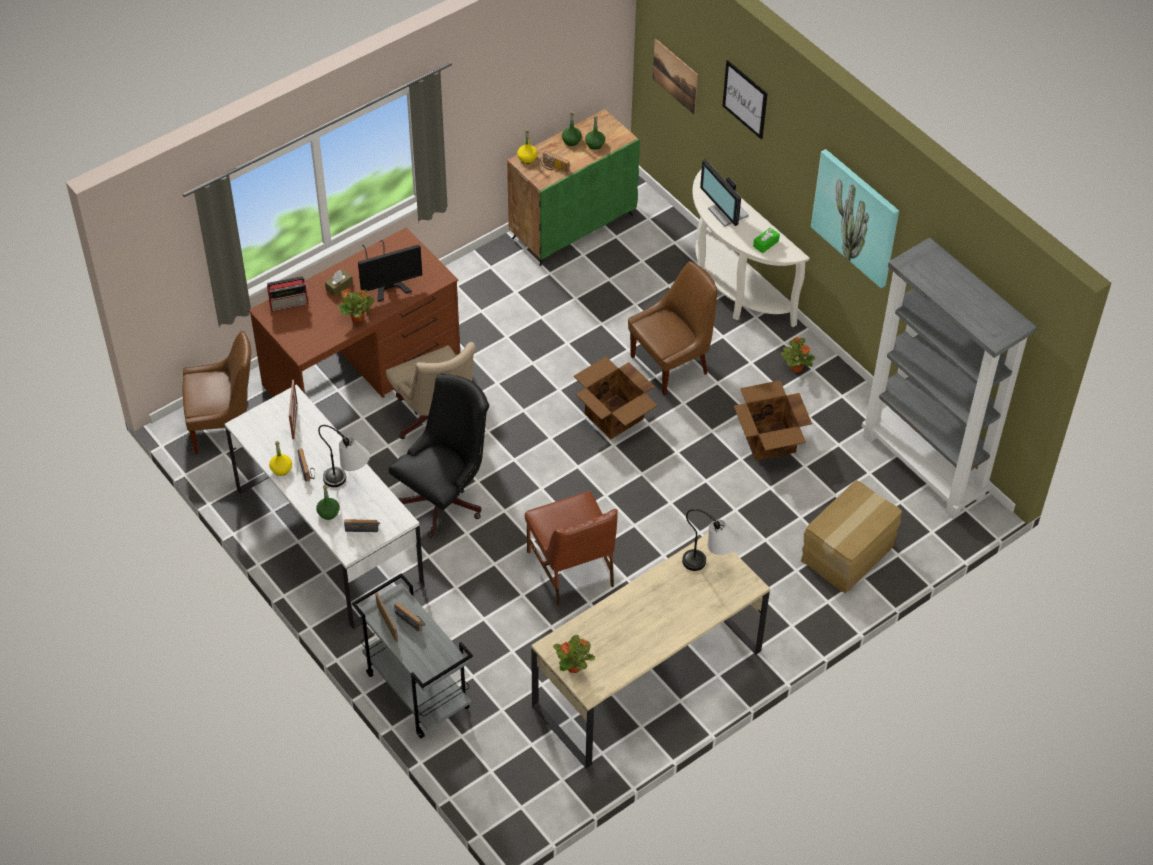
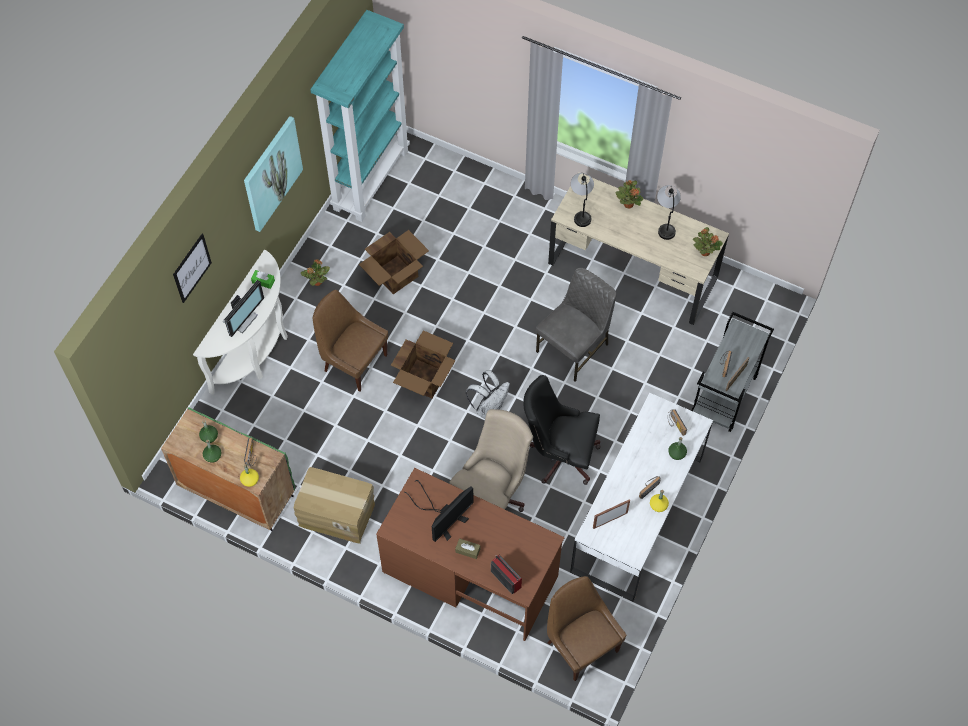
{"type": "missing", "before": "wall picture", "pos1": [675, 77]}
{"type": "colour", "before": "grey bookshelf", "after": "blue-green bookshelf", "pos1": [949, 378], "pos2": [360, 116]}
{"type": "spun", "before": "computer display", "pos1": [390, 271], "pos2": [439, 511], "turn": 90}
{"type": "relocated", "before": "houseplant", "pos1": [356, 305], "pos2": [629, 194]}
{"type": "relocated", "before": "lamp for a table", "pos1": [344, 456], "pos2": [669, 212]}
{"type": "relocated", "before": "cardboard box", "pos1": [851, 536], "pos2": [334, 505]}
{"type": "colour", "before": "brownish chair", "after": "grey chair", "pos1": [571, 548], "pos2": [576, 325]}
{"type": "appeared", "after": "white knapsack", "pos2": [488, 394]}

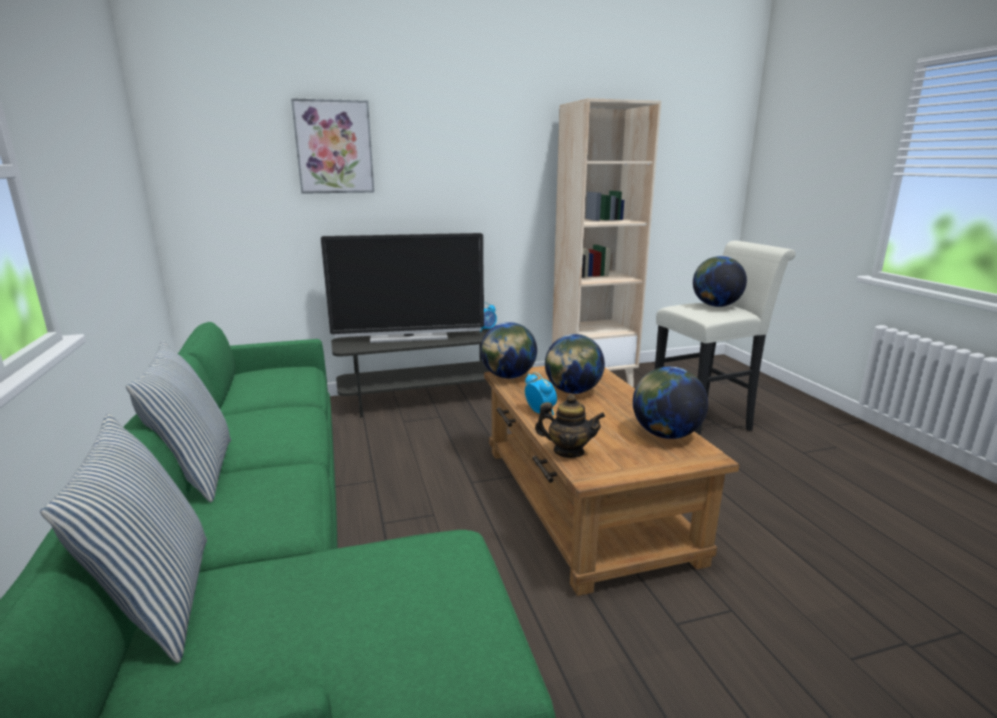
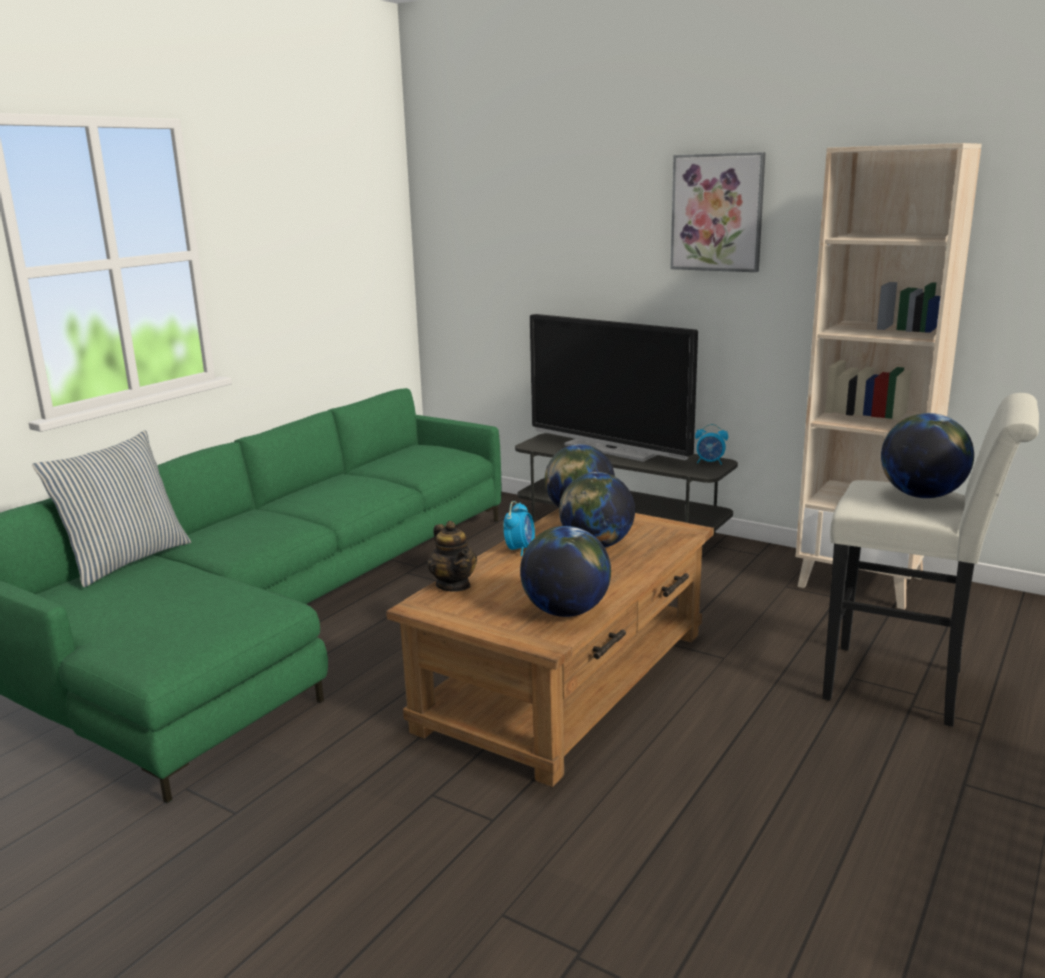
{"type": "relocated", "before": "wall picture", "pos1": [332, 146], "pos2": [718, 212]}
{"type": "missing", "before": "pillow", "pos1": [178, 421]}

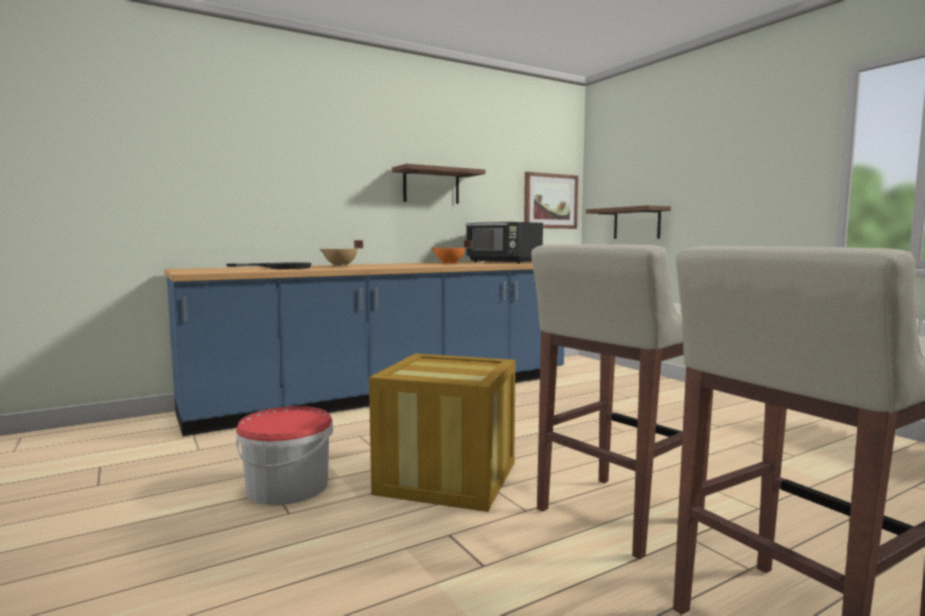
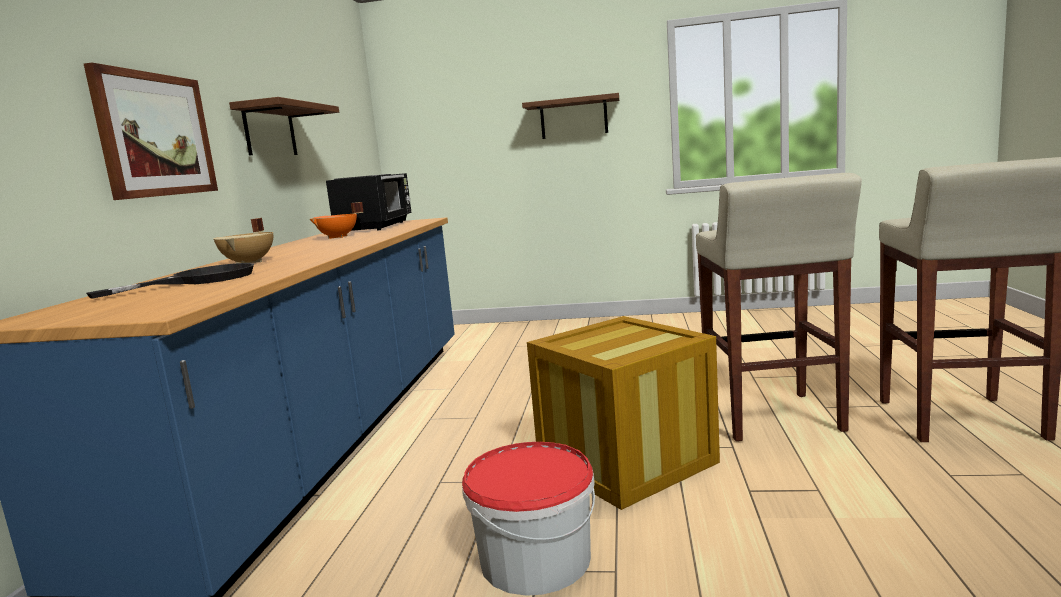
{"type": "relocated", "before": "wall picture", "pos1": [551, 200], "pos2": [151, 131]}
{"type": "relocated", "before": "wall shelf", "pos1": [628, 222], "pos2": [570, 116]}
{"type": "spun", "before": "black kitchen microwave", "pos1": [504, 243], "pos2": [368, 202], "turn": -75}

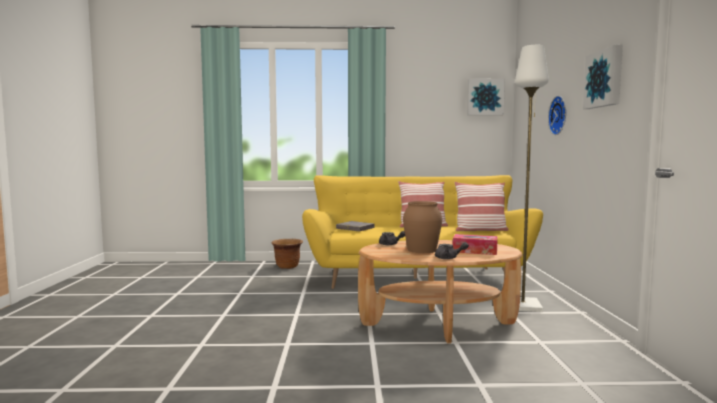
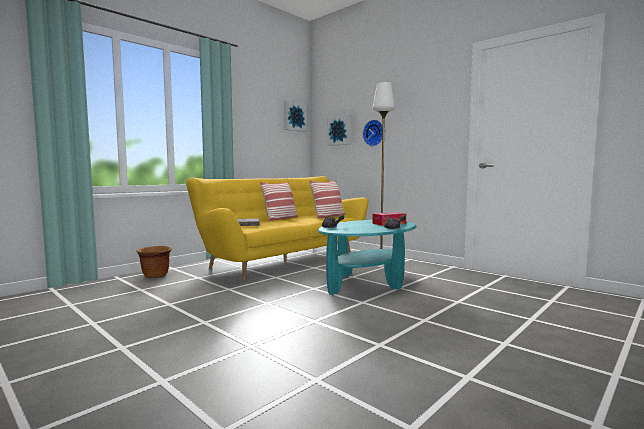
{"type": "relocated", "before": "wall picture", "pos1": [603, 76], "pos2": [339, 130]}
{"type": "missing", "before": "brownish flower vase", "pos1": [422, 227]}
{"type": "colour", "before": "brownish low table", "after": "blue-green low table", "pos1": [440, 292], "pos2": [367, 257]}

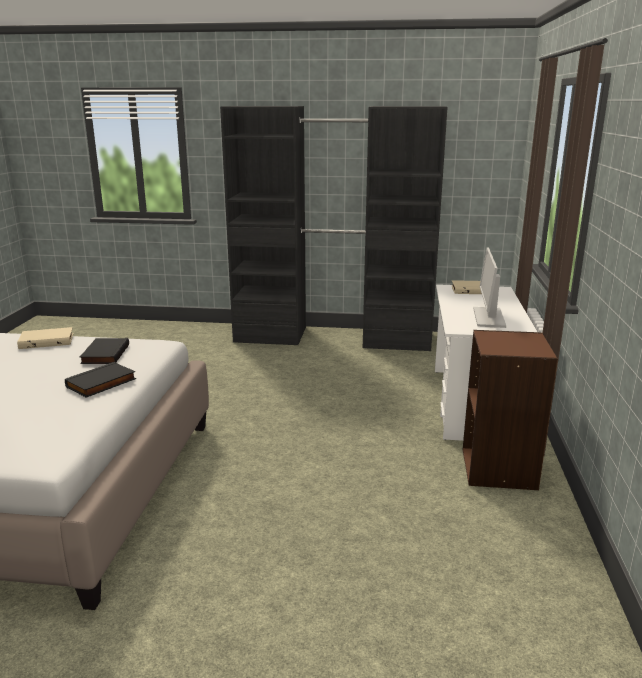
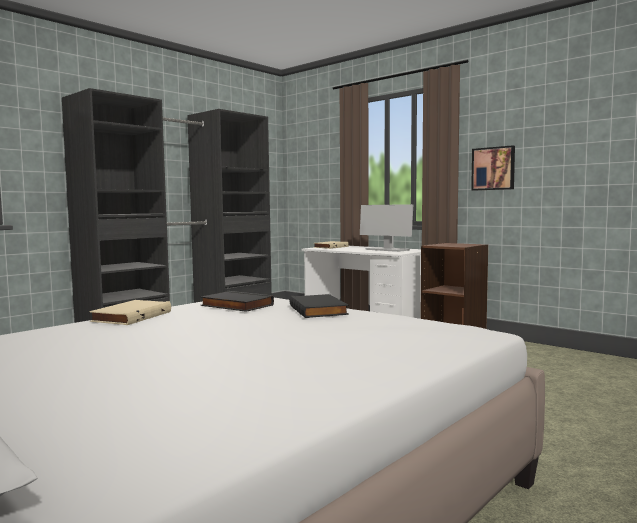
{"type": "appeared", "after": "wall picture", "pos2": [493, 168]}

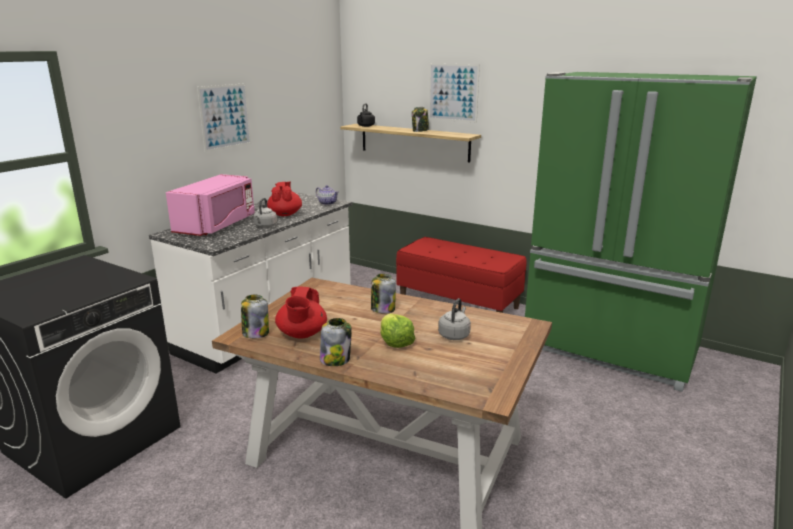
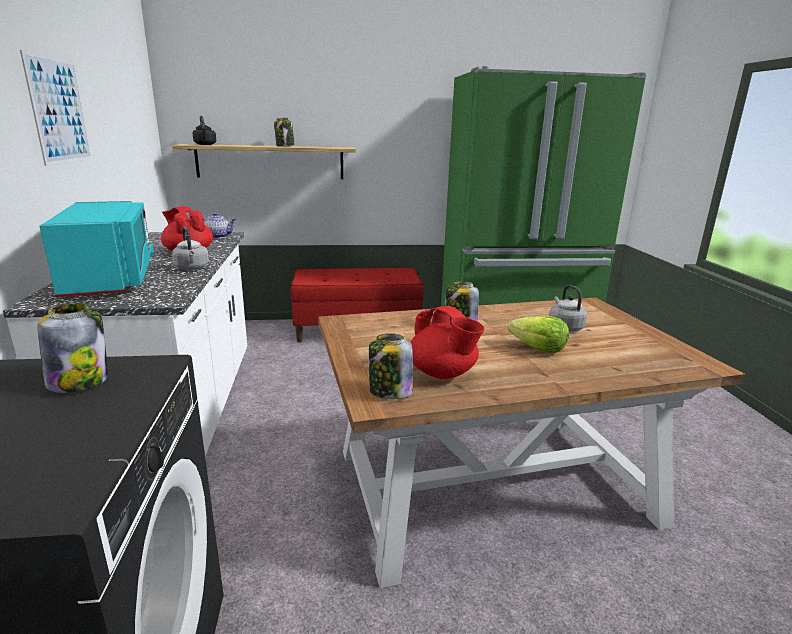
{"type": "missing", "before": "wall picture", "pos1": [454, 93]}
{"type": "colour", "before": "pink-coloured kitchen microwave", "after": "blue-green kitchen microwave", "pos1": [210, 205], "pos2": [97, 249]}
{"type": "relocated", "before": "preserve jar", "pos1": [336, 342], "pos2": [73, 348]}

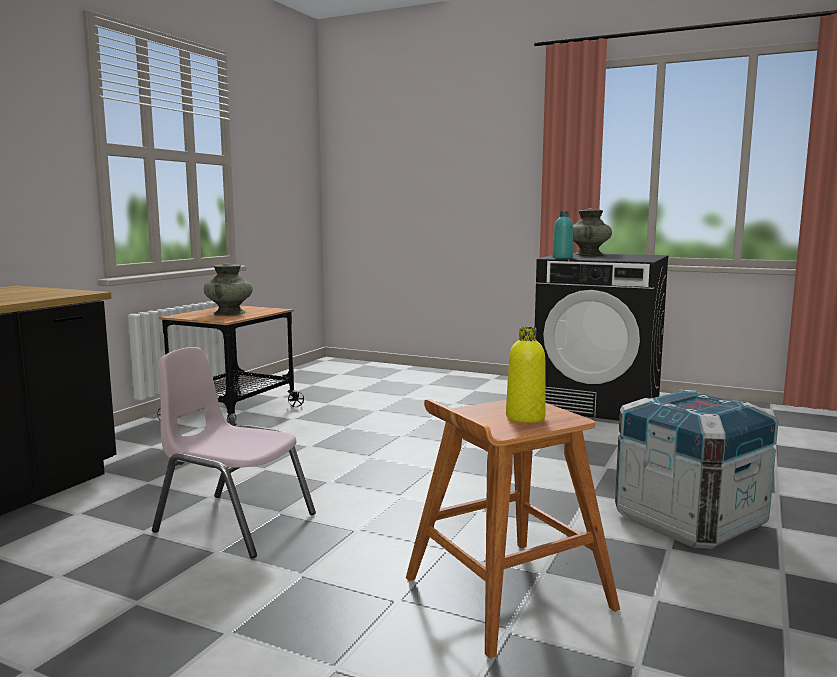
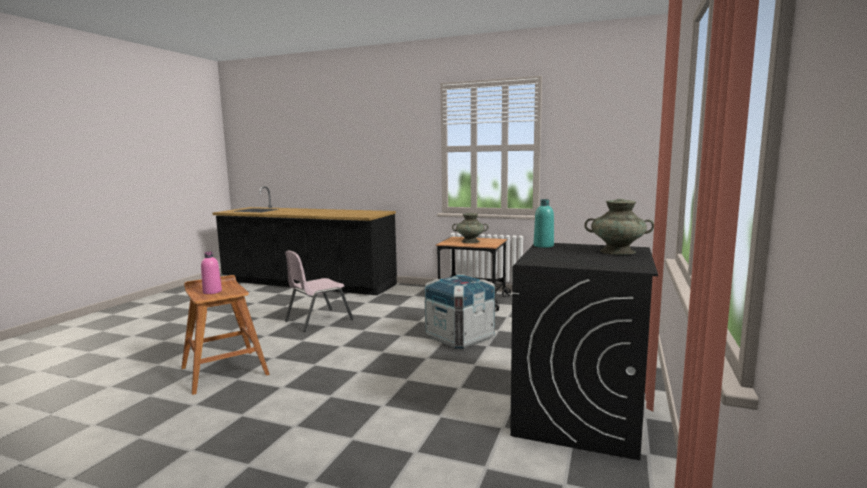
{"type": "colour", "before": "yellow-coloured beverage bottle", "after": "pink-coloured beverage bottle", "pos1": [526, 375], "pos2": [211, 273]}
{"type": "spun", "before": "pink-coloured chair", "pos1": [234, 452], "pos2": [319, 291], "turn": -150}
{"type": "relocated", "before": "shipping crate", "pos1": [696, 469], "pos2": [459, 312]}

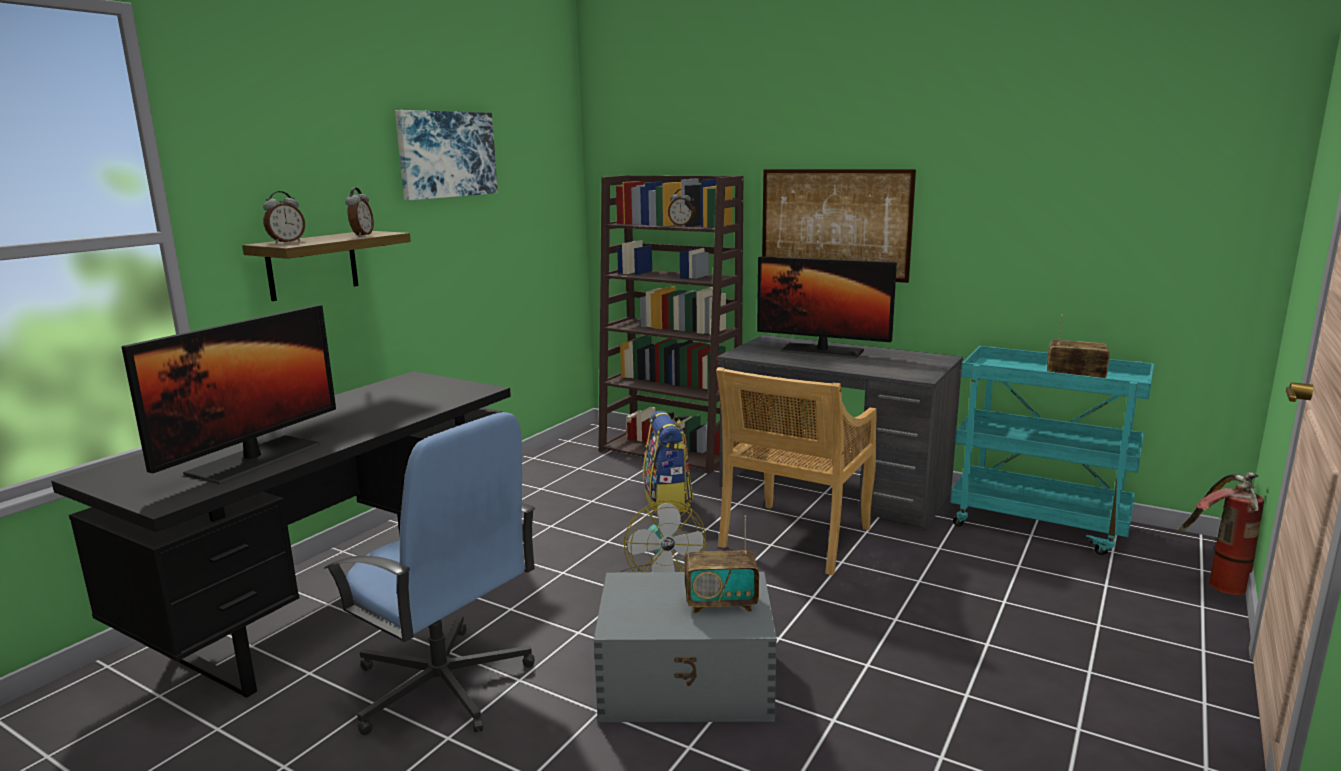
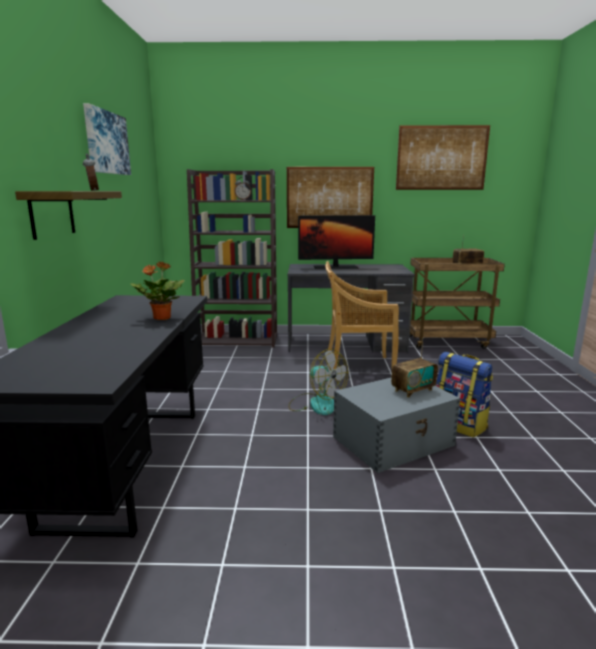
{"type": "missing", "before": "table clock", "pos1": [284, 217]}
{"type": "missing", "before": "computer display", "pos1": [229, 394]}
{"type": "colour", "before": "blue-green cart", "after": "brownish cart", "pos1": [1052, 450], "pos2": [457, 303]}
{"type": "spun", "before": "beige-coloured chair", "pos1": [796, 471], "pos2": [362, 315], "turn": 90}
{"type": "relocated", "before": "knapsack", "pos1": [668, 462], "pos2": [464, 395]}
{"type": "missing", "before": "blue-coloured office chair", "pos1": [430, 573]}
{"type": "missing", "before": "fire-fighting cylinder", "pos1": [1221, 533]}
{"type": "appeared", "after": "wall picture", "pos2": [443, 157]}
{"type": "appeared", "after": "houseplant", "pos2": [157, 291]}

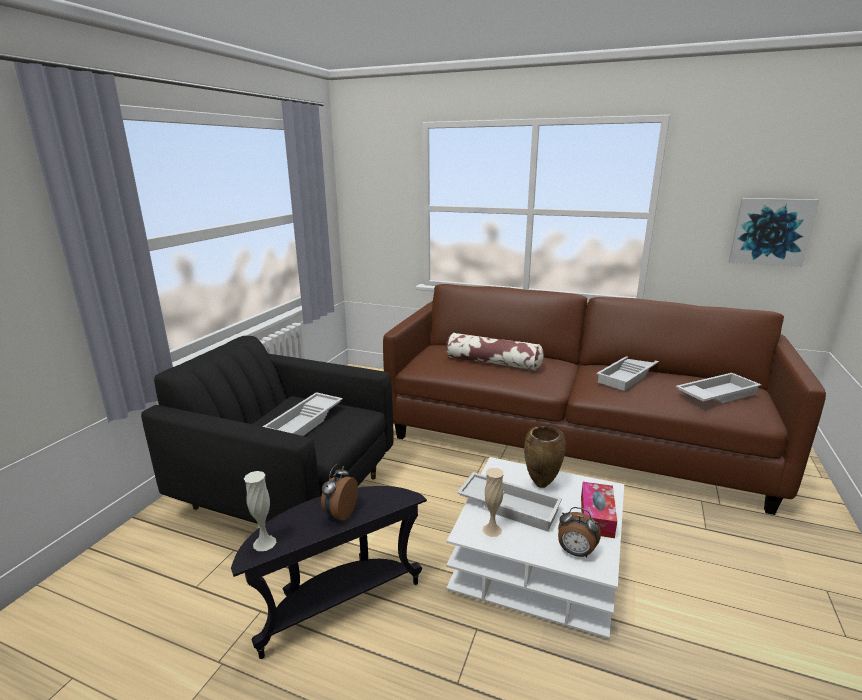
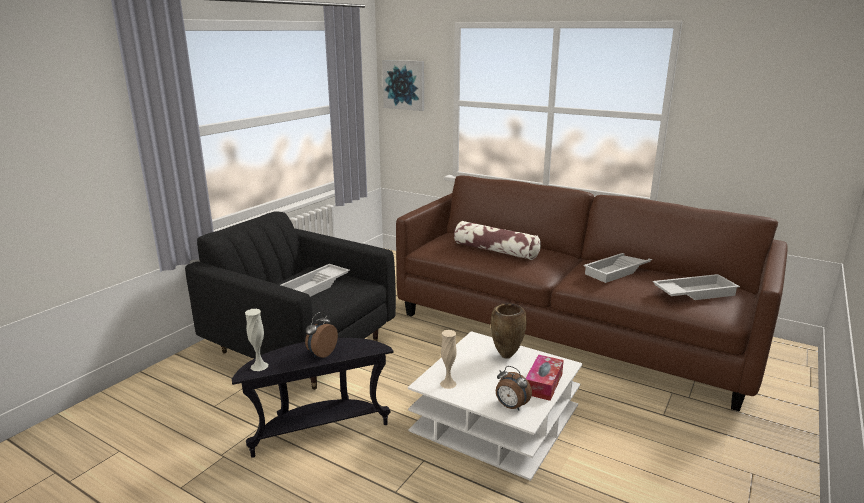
{"type": "relocated", "before": "wall picture", "pos1": [774, 232], "pos2": [403, 85]}
{"type": "missing", "before": "white carrying tray", "pos1": [509, 502]}

